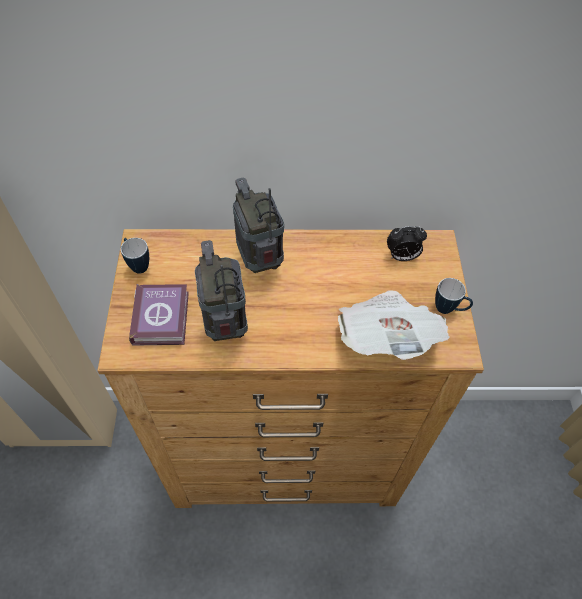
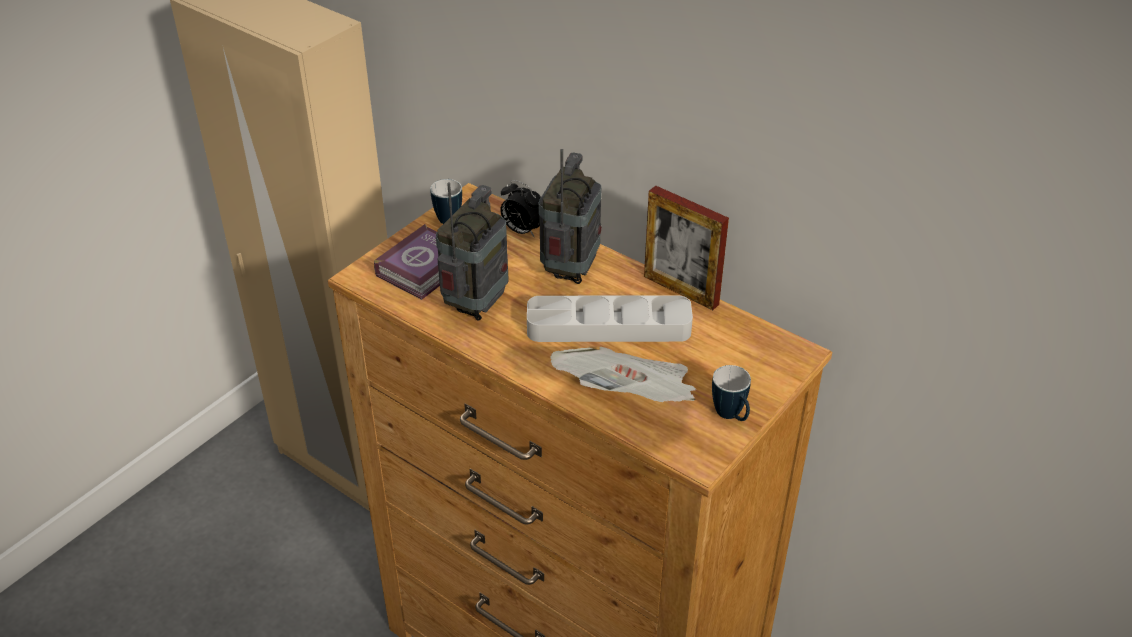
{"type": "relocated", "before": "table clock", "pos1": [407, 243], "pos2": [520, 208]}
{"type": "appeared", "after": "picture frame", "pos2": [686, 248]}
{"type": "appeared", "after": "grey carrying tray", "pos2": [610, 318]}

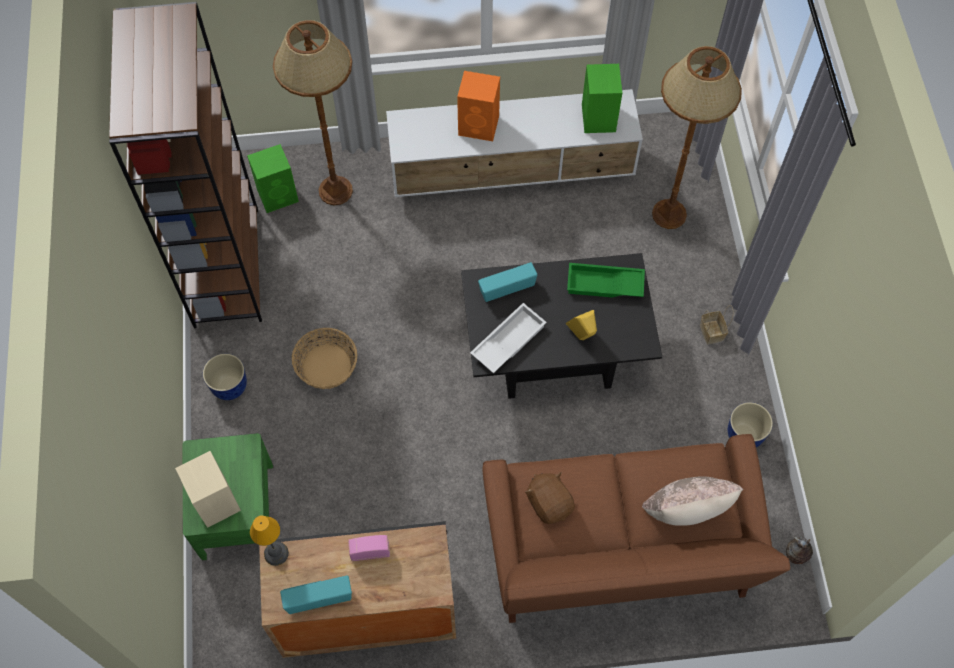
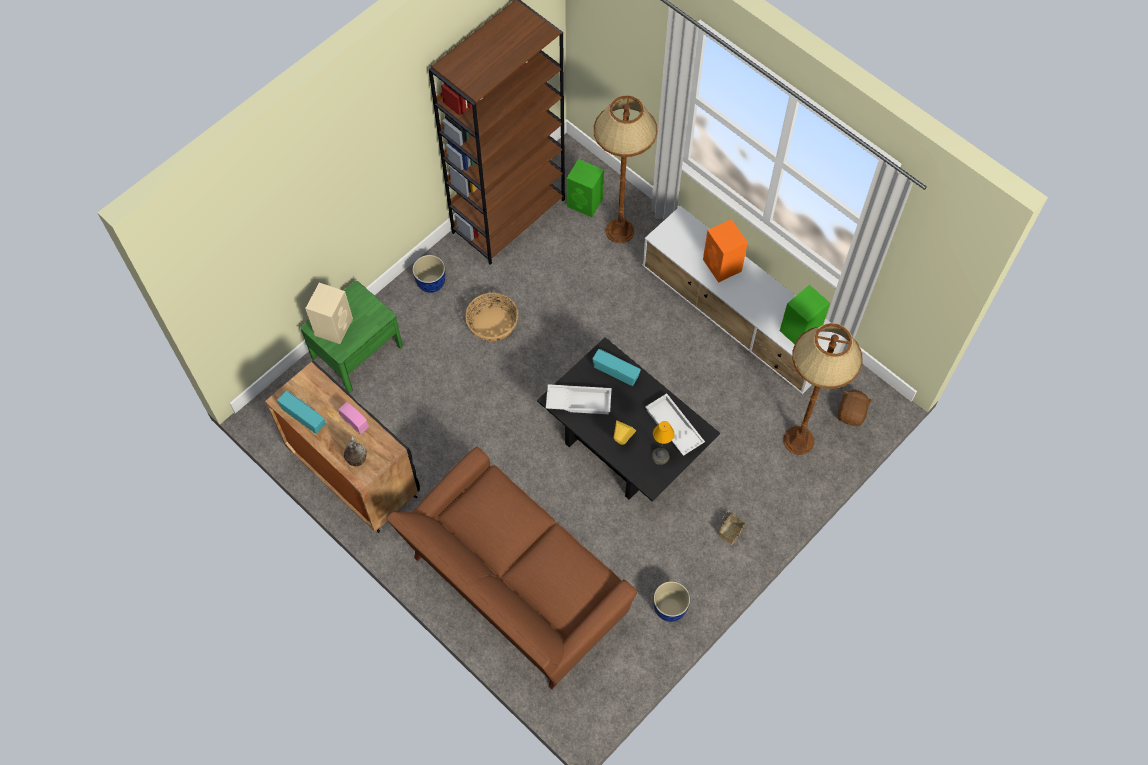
{"type": "colour", "before": "green carrying tray", "after": "white carrying tray", "pos1": [606, 280], "pos2": [675, 424]}
{"type": "relocated", "before": "brownish soft toy", "pos1": [550, 498], "pos2": [855, 408]}
{"type": "missing", "before": "beige-coloured pillow", "pos1": [692, 501]}
{"type": "relocated", "before": "lamp for a table", "pos1": [269, 540], "pos2": [662, 443]}
{"type": "relocated", "before": "flower vase", "pos1": [799, 550], "pos2": [355, 451]}

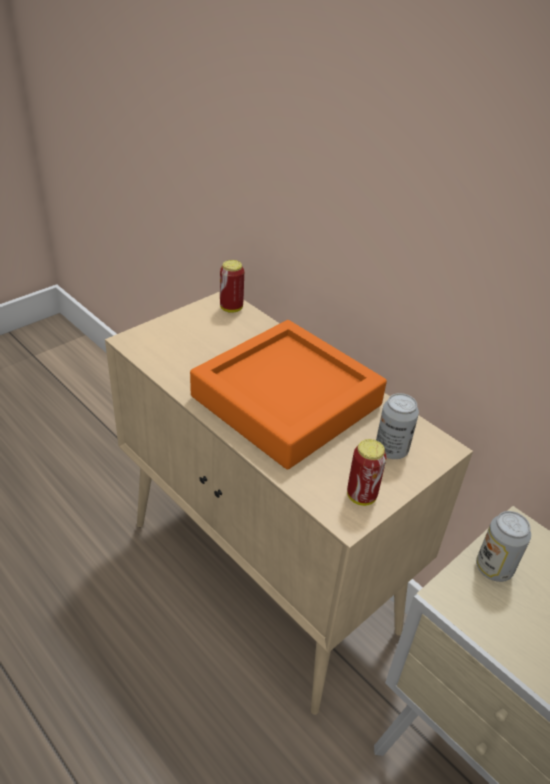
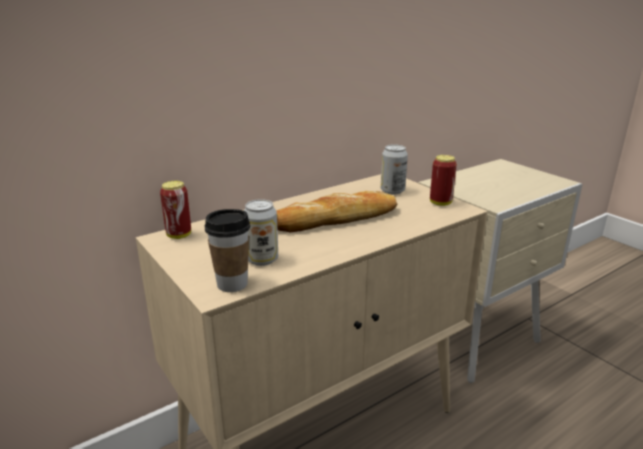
{"type": "exchanged", "before": "orange-coloured carrying tray", "after": "bakery bread", "pos1": [288, 395], "pos2": [336, 211]}
{"type": "relocated", "before": "can", "pos1": [503, 546], "pos2": [261, 232]}
{"type": "appeared", "after": "small cup", "pos2": [227, 250]}

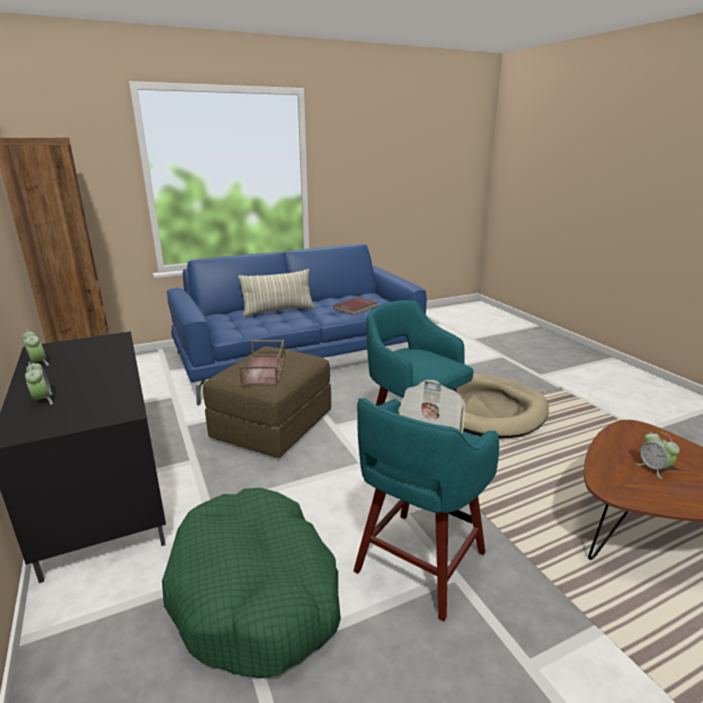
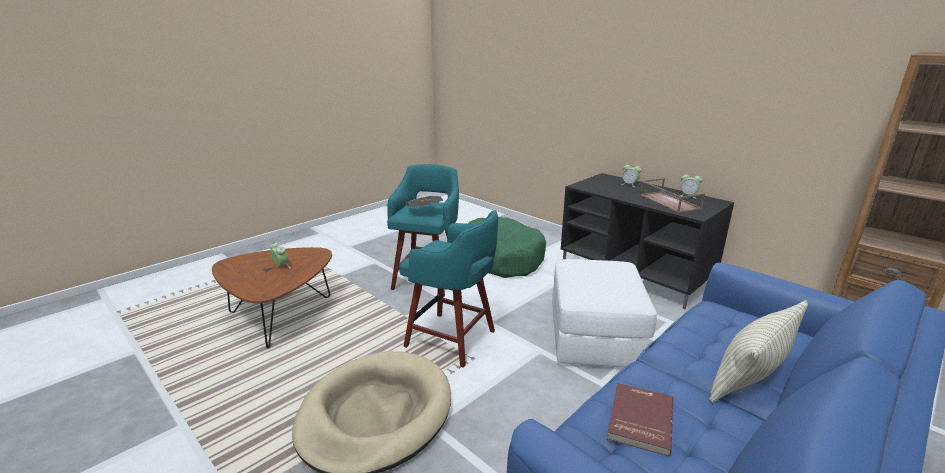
{"type": "relocated", "before": "brownish carrying tray", "pos1": [262, 363], "pos2": [672, 195]}
{"type": "colour", "before": "brownish pouffe", "after": "white pouffe", "pos1": [267, 402], "pos2": [604, 313]}

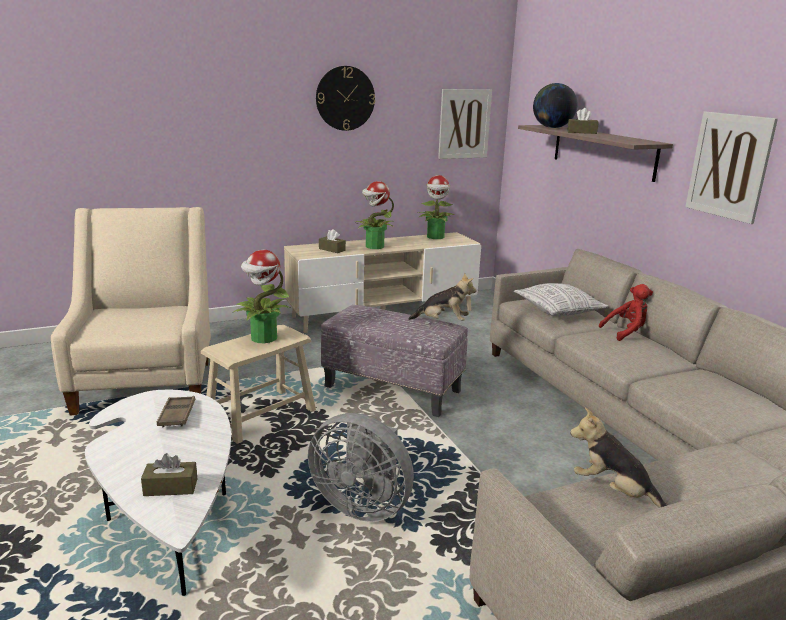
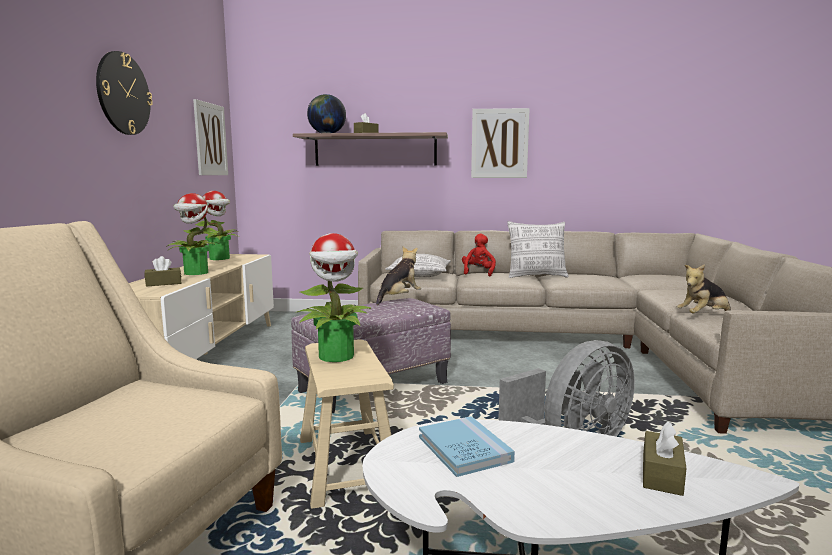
{"type": "exchanged", "before": "brownish carrying tray", "after": "blue-coloured bound book", "pos1": [176, 411], "pos2": [467, 446]}
{"type": "appeared", "after": "pillow", "pos2": [538, 249]}

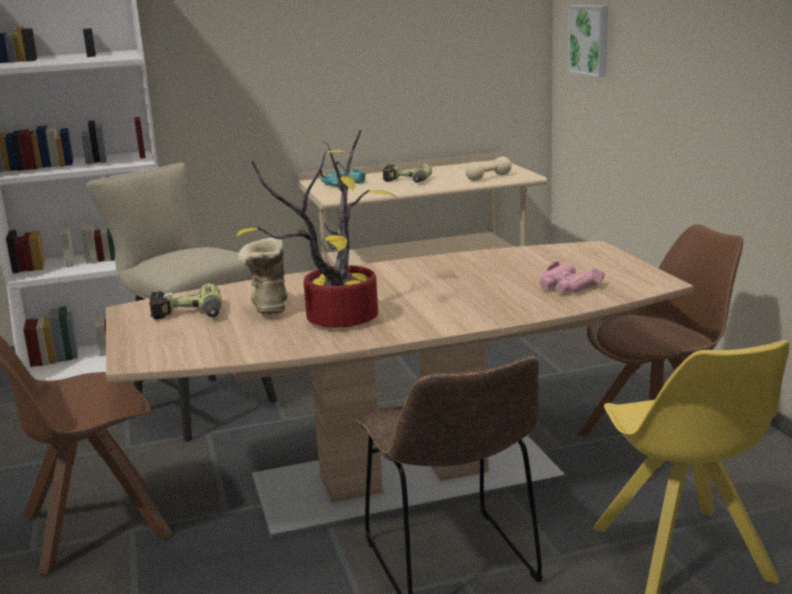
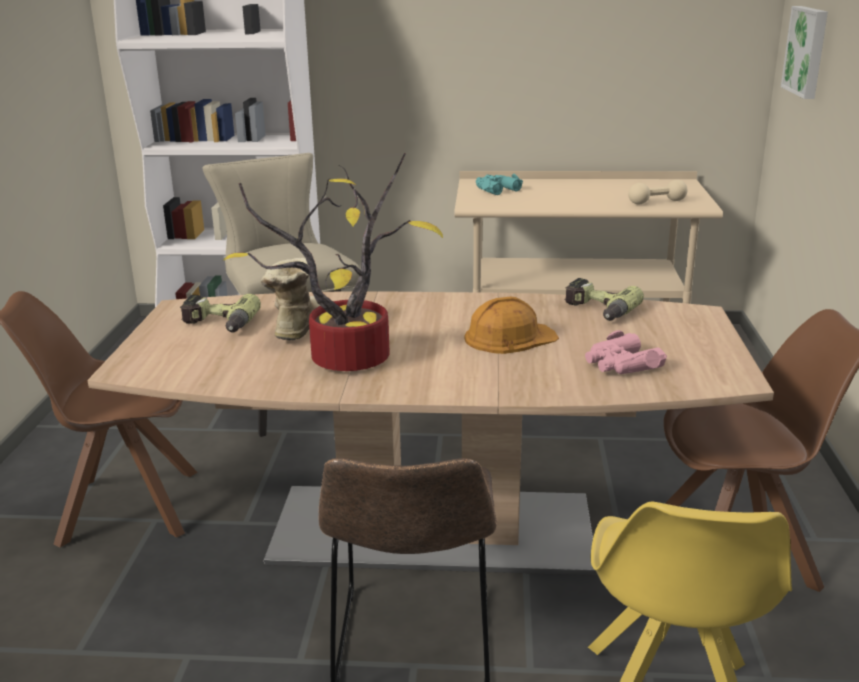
{"type": "relocated", "before": "power drill", "pos1": [407, 173], "pos2": [604, 299]}
{"type": "appeared", "after": "orange-coloured hard hat", "pos2": [511, 325]}

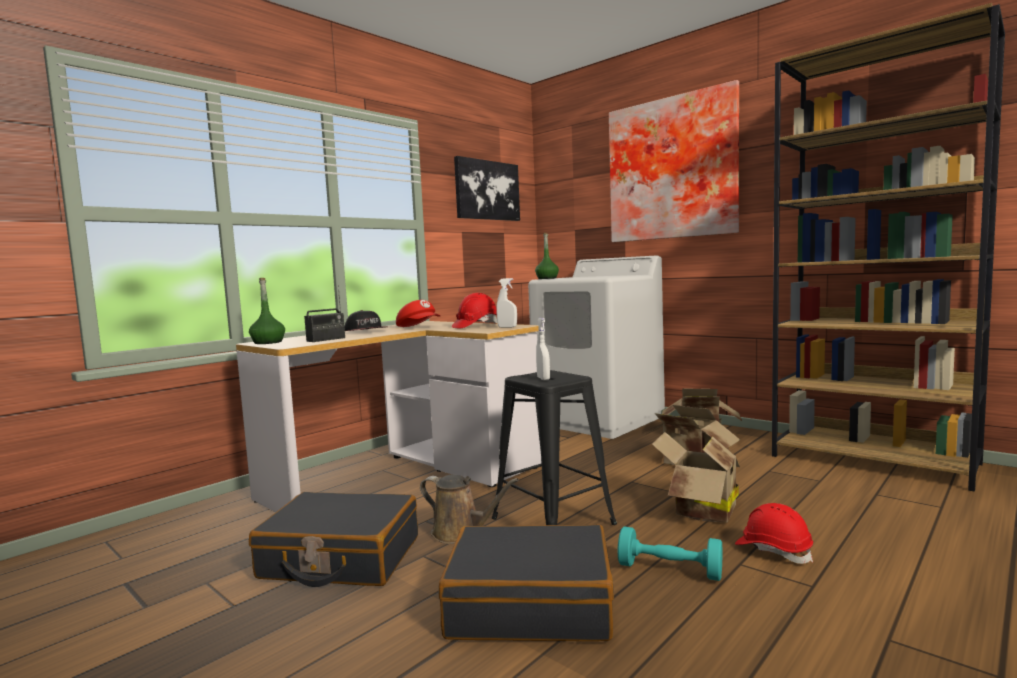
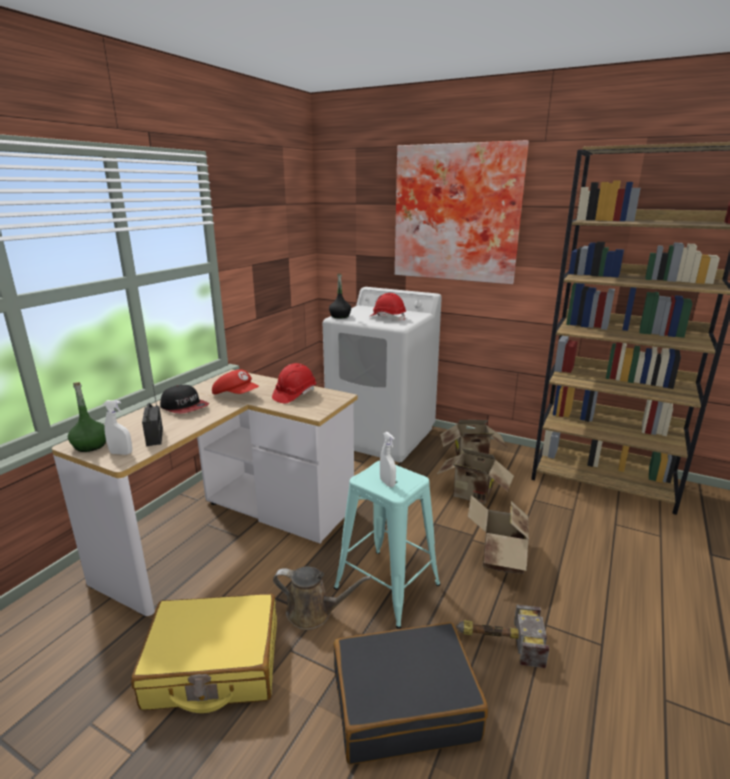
{"type": "missing", "before": "wall picture", "pos1": [487, 188]}
{"type": "colour", "before": "green beverage bottle", "after": "black beverage bottle", "pos1": [547, 256], "pos2": [340, 296]}
{"type": "relocated", "before": "white spray bottle", "pos1": [506, 303], "pos2": [117, 427]}
{"type": "spun", "before": "radio set", "pos1": [324, 313], "pos2": [152, 413], "turn": -45}
{"type": "colour", "before": "black stool seat", "after": "blue-green stool seat", "pos1": [554, 447], "pos2": [387, 544]}
{"type": "colour", "before": "black travel case", "after": "yellow-coloured travel case", "pos1": [333, 539], "pos2": [204, 653]}
{"type": "relocated", "before": "reddish hard hat", "pos1": [774, 533], "pos2": [387, 307]}
{"type": "exchanged", "before": "blue-green hand weight", "after": "tool hammer", "pos1": [670, 553], "pos2": [503, 636]}

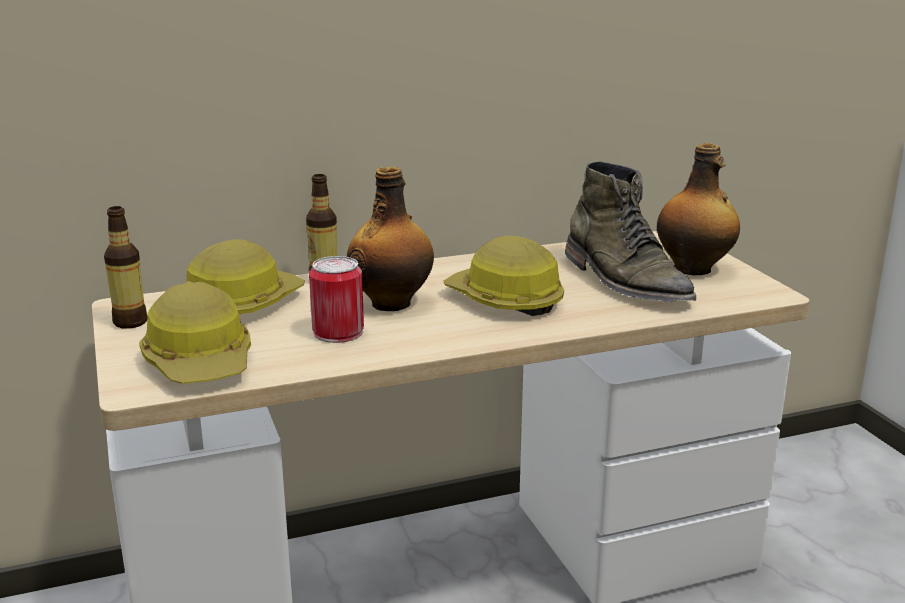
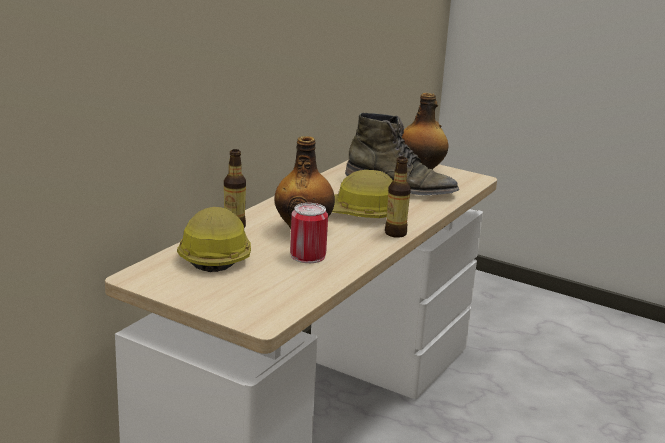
{"type": "relocated", "before": "beverage bottle", "pos1": [125, 267], "pos2": [398, 197]}
{"type": "missing", "before": "hard hat", "pos1": [195, 332]}

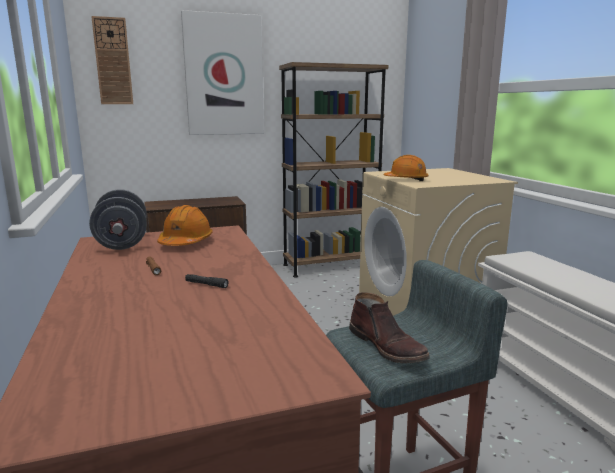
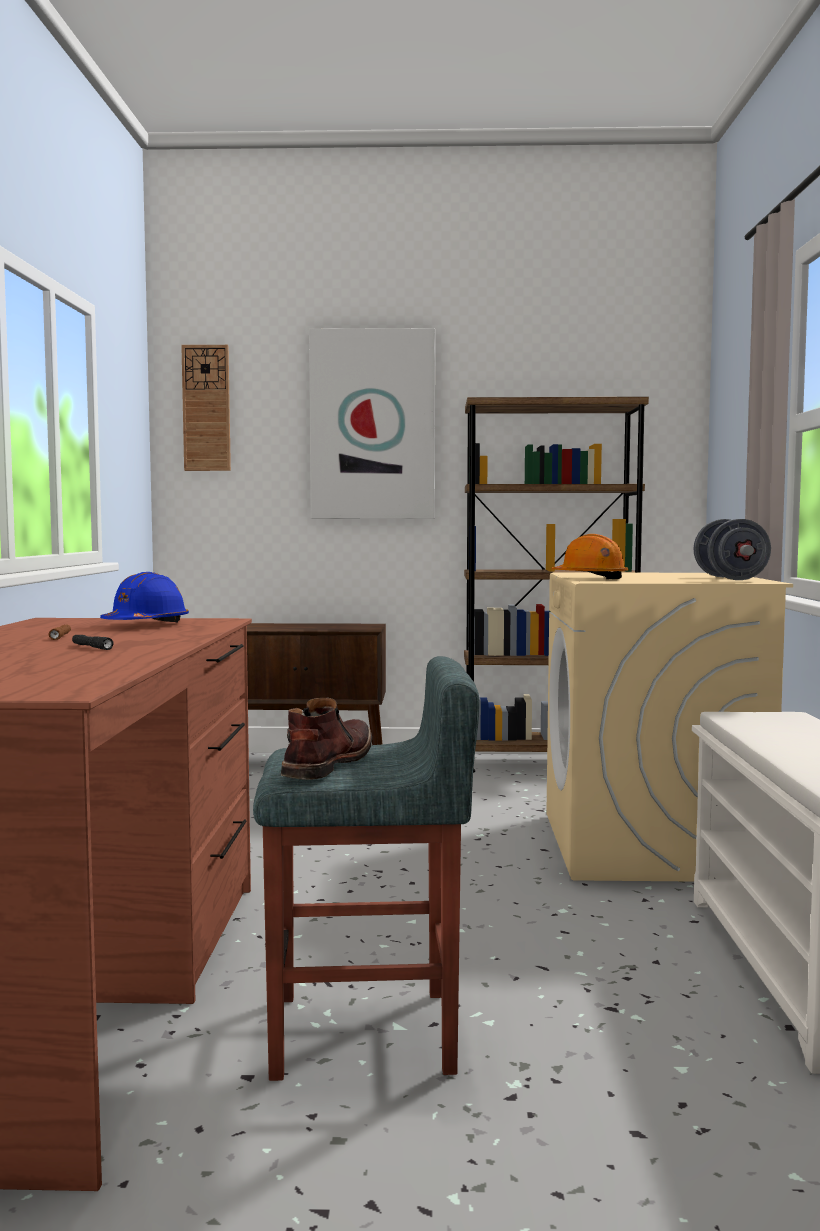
{"type": "relocated", "before": "grey hand weight", "pos1": [118, 219], "pos2": [732, 549]}
{"type": "colour", "before": "orange-coloured hard hat", "after": "blue-coloured hard hat", "pos1": [185, 225], "pos2": [144, 597]}
{"type": "spun", "before": "brownish tall boot", "pos1": [389, 328], "pos2": [326, 739], "turn": -150}

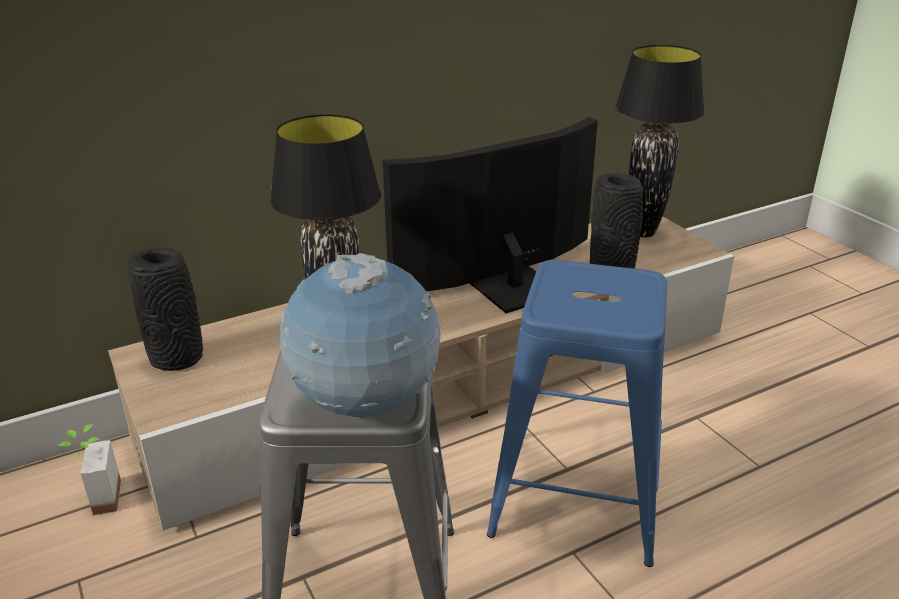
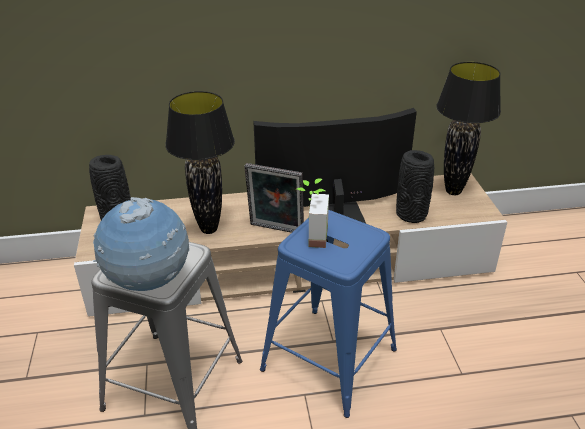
{"type": "relocated", "before": "houseplant", "pos1": [89, 469], "pos2": [312, 213]}
{"type": "appeared", "after": "picture frame", "pos2": [274, 198]}

